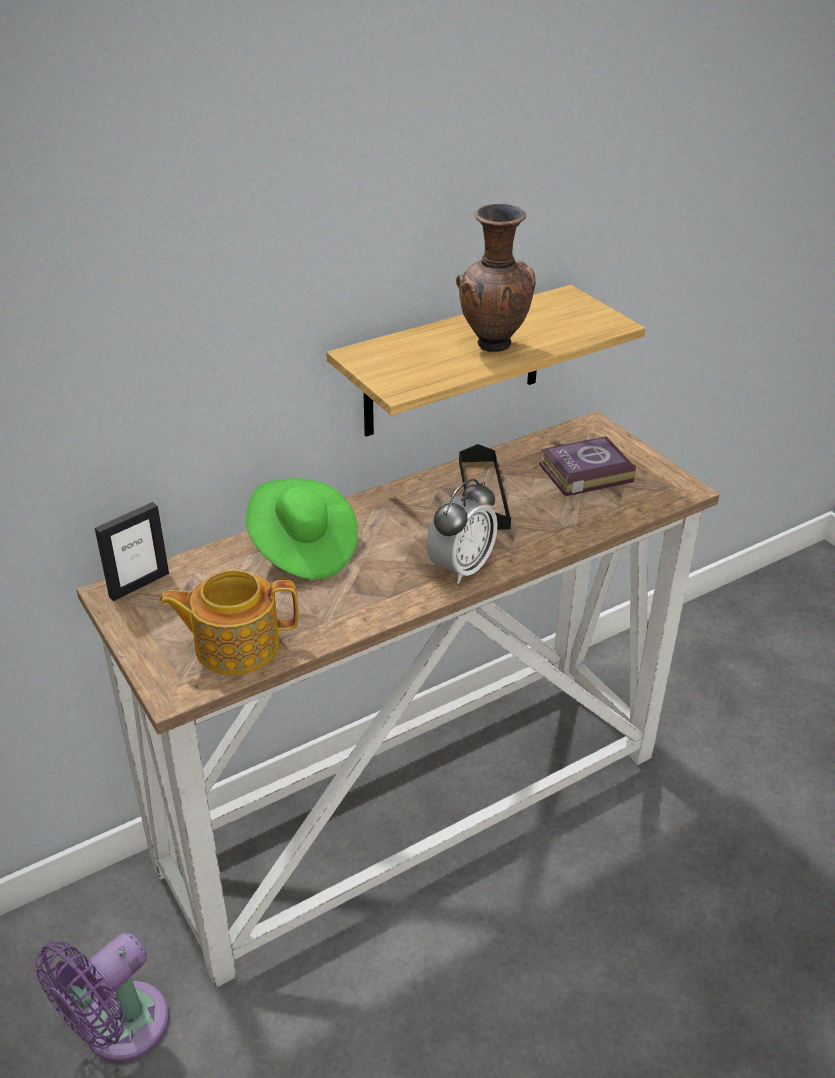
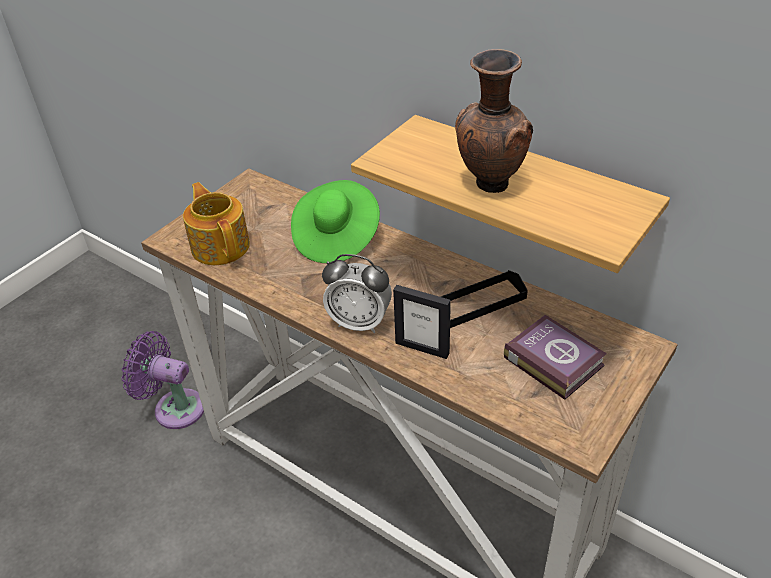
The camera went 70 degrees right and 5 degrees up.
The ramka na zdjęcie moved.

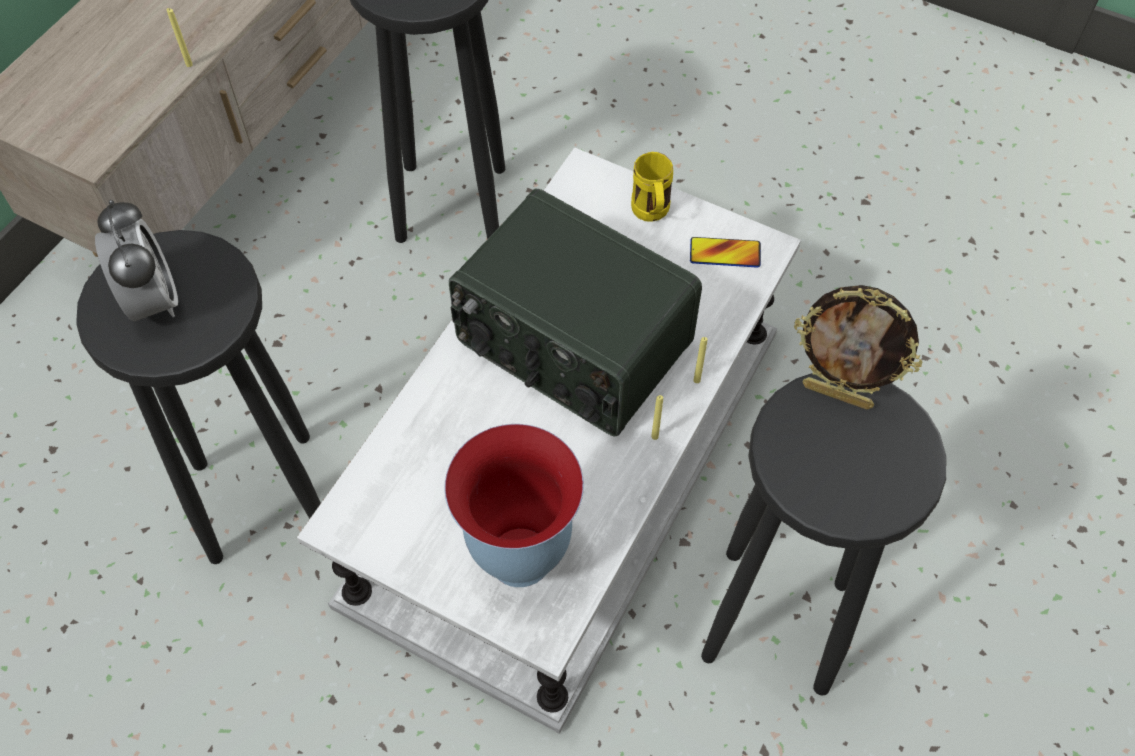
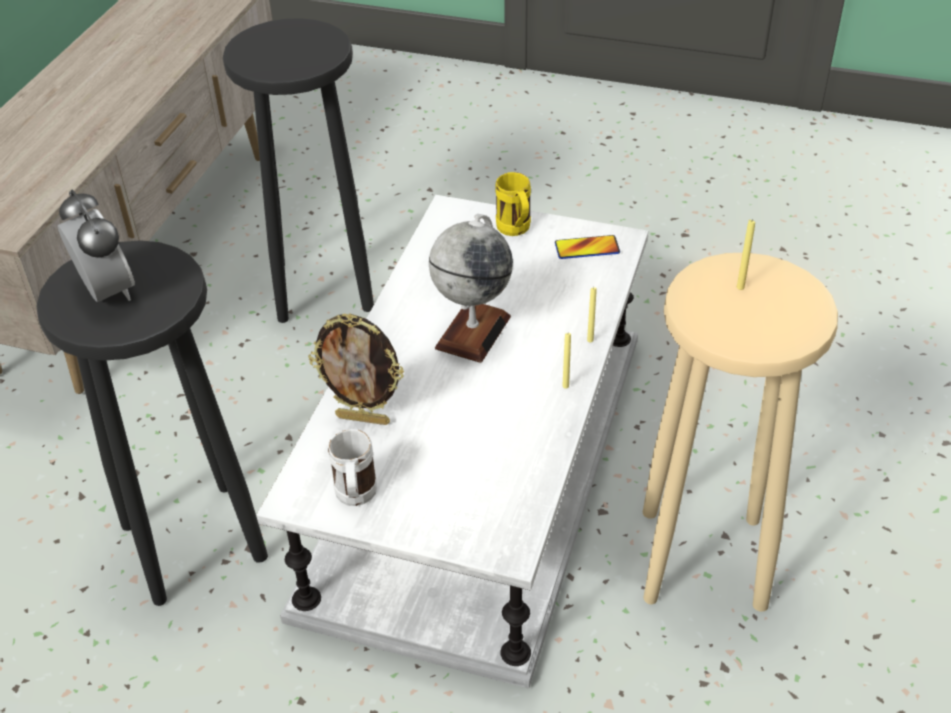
The camera went 10 degrees left and 15 degrees down.
The wazon disappeared.
The kubek (biały) appeared.
The świeca (żółty) (no. 1 from left in the first image) moved.
The ramka na zdjęcie moved.
The radio was replaced by the globus.
The stołek (czarny) (no. 3 from left) became the stołek (beżowy).

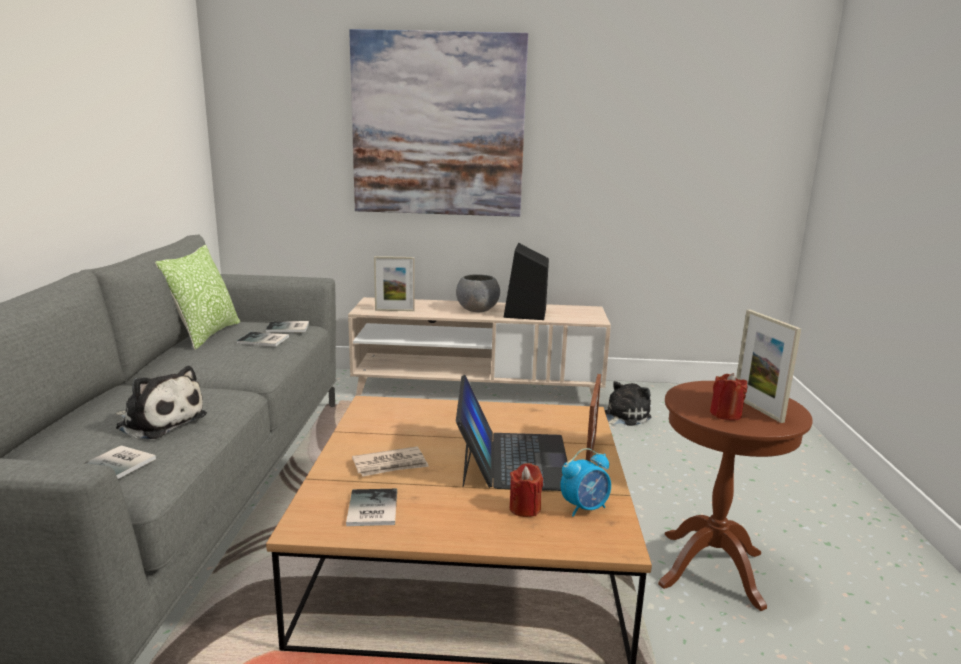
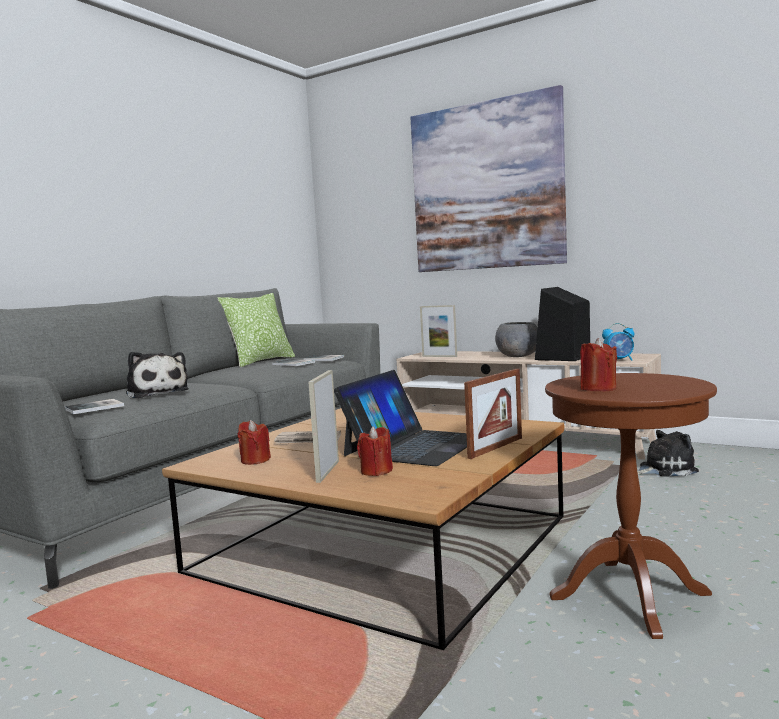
The camera went 30 degrees right and 10 degrees down.
The budzik moved.
The ramka na zdjęcie (no. 3 from left in the first image) moved.
The książka (no. 4 from left) was replaced by the świeca (czerwony) (no. 1 from left).

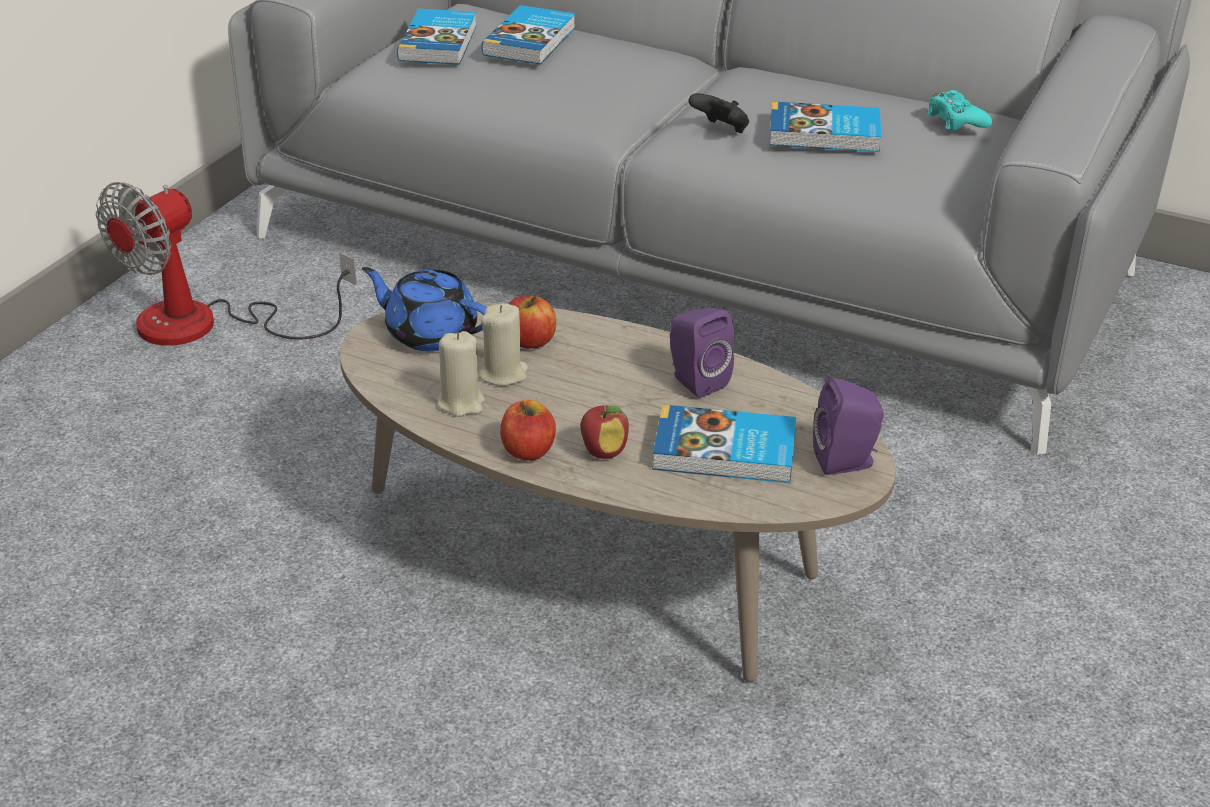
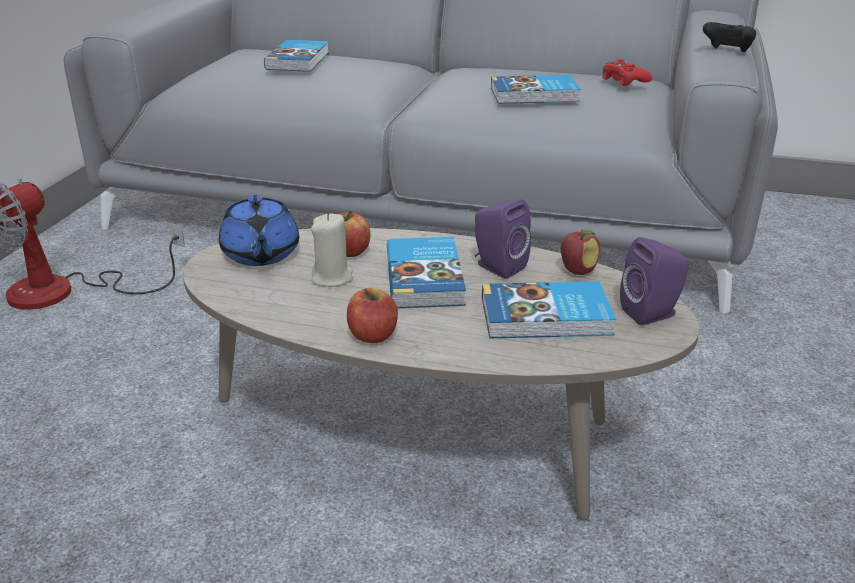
The camera went 10 degrees left and 5 degrees down.
The świeca (beżowy) (no. 1 from left) disappeared.
The książka (no. 1 from left in the first image) moved.
The jabłko (no. 3 from left) moved.
The pad do gier (czarny) moved.
The pad do gier (turkusowy) became the pad do gier (czerwony).
The imbryk (niebieski) turned 120 degrees counterclockwise.

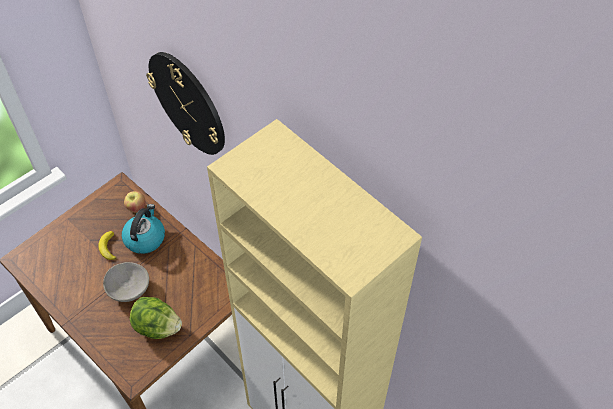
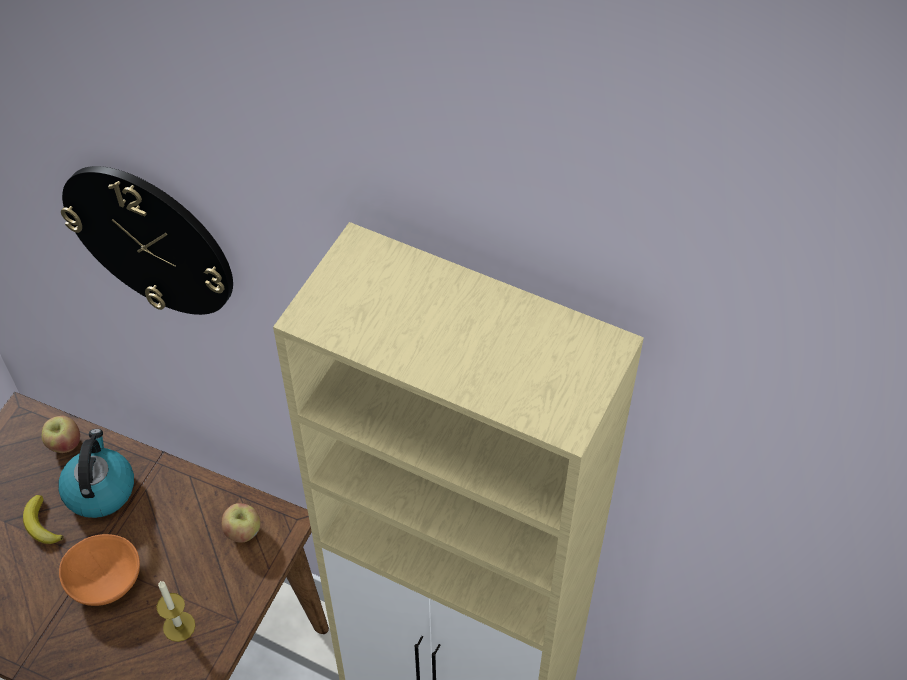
The camera went 20 degrees left and 0 degrees up.
The jabłko (no. 2 from left) appeared.
The sałata was replaced by the świeca.
The miska (szary) became the miska (pomarańczowy).

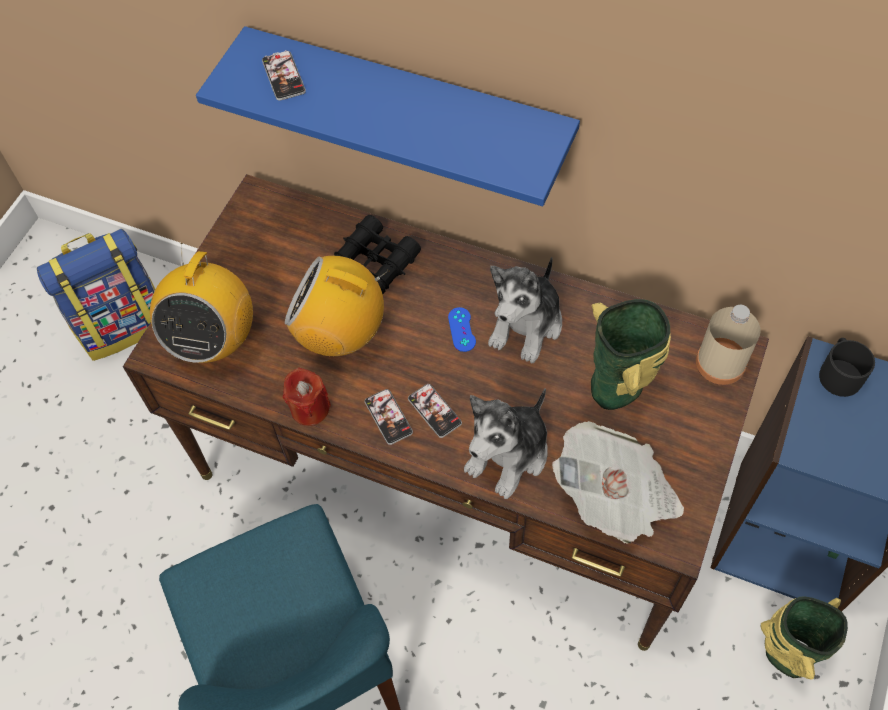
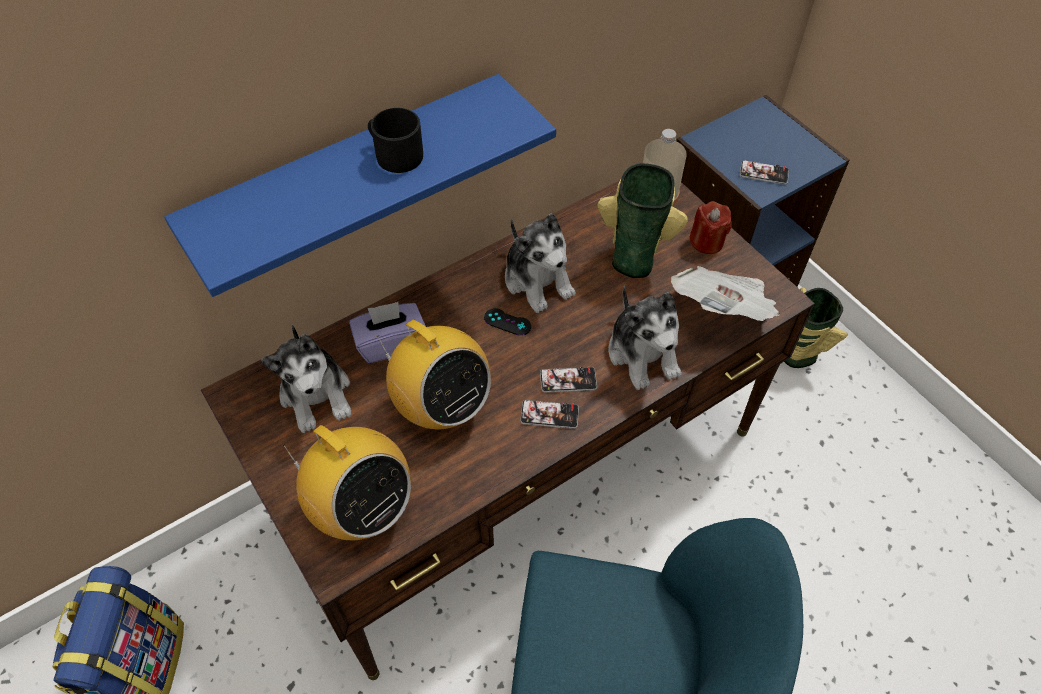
The camera went 60 degrees left and 5 degrees down.
The pluszak (no. 1 from left) appeared.
The telefon (no. 1 from left in the first image) moved.
The świeca (czerwony) moved.
The kubek (czarny) moved.
The lornetka (czarny) was replaced by the pudełko chusteczek (fioletowy).
The pad do gier (niebieski) became the pad do gier (czarny).
The radio (no. 2 from left) turned 90 degrees counterclockwise.

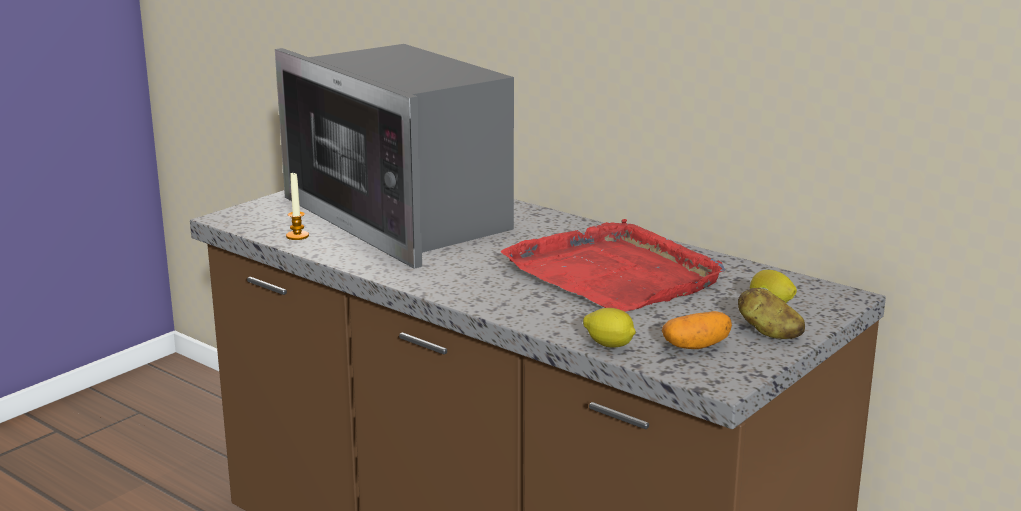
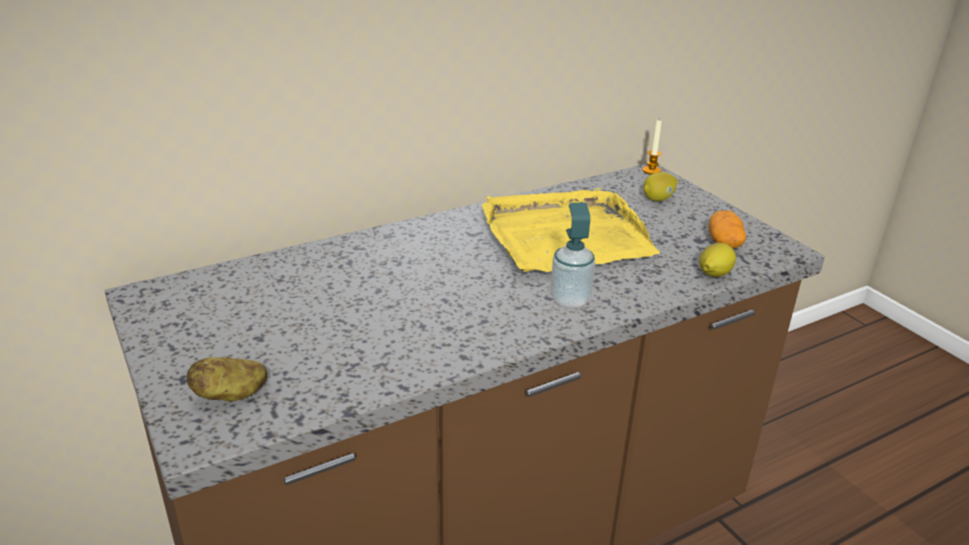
The camera went 70 degrees left and 10 degrees up.
The mikrofalówka disappeared.
The dozownik mydła appeared.
The świeca moved.
The ziemniak (no. 2 from left in the first image) moved.
The taca (czerwony) became the taca (żółty).

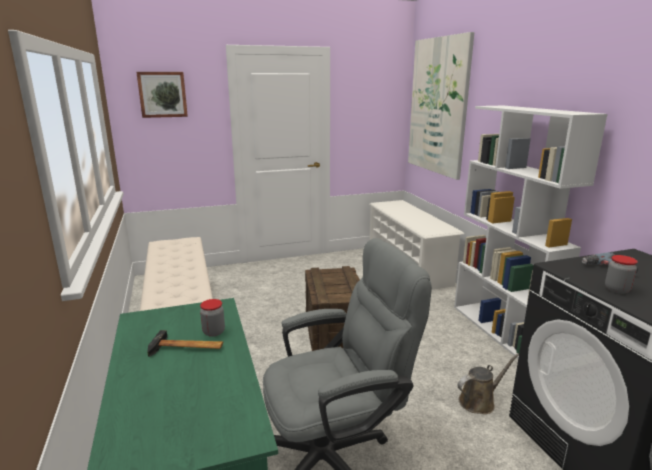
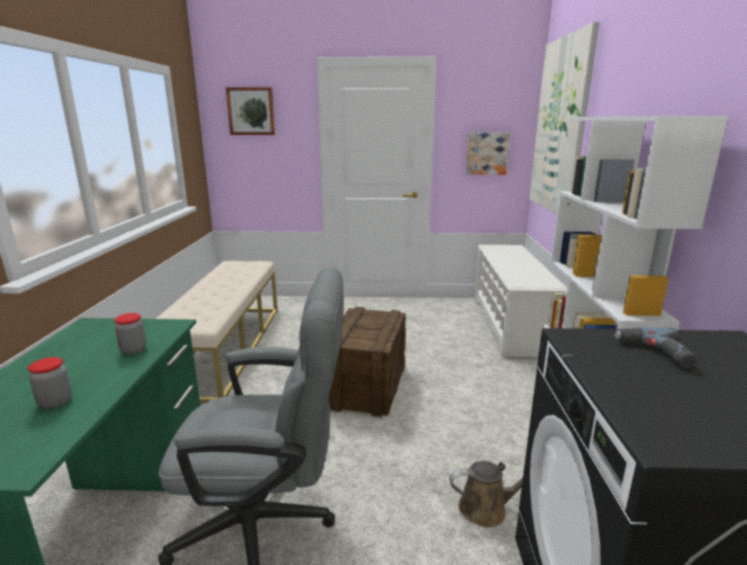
The camera went 20 degrees right and 0 degrees up.
The młotek disappeared.
The obraz (no. 2 from left) appeared.
The słoik (no. 2 from left in the first image) moved.

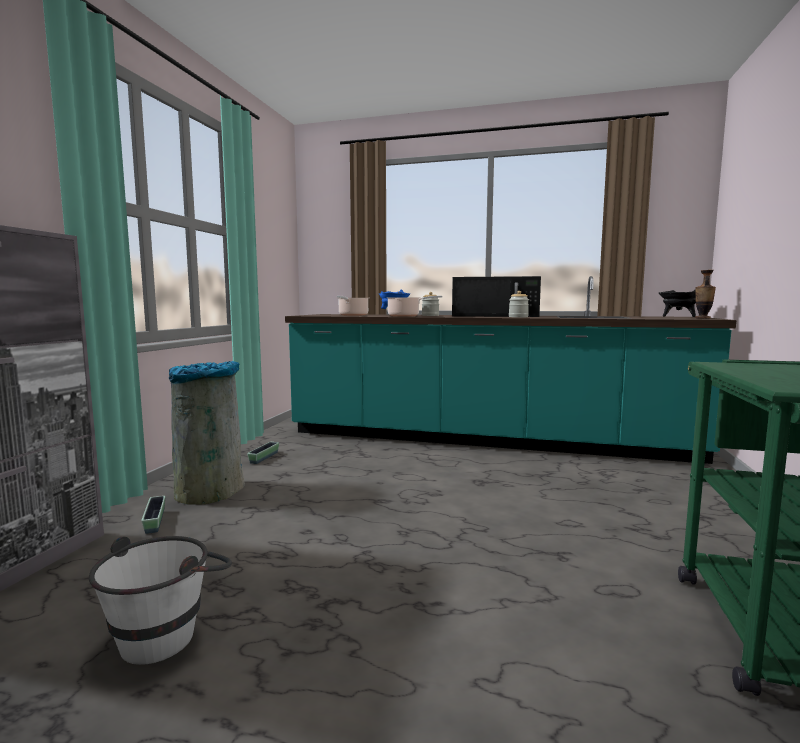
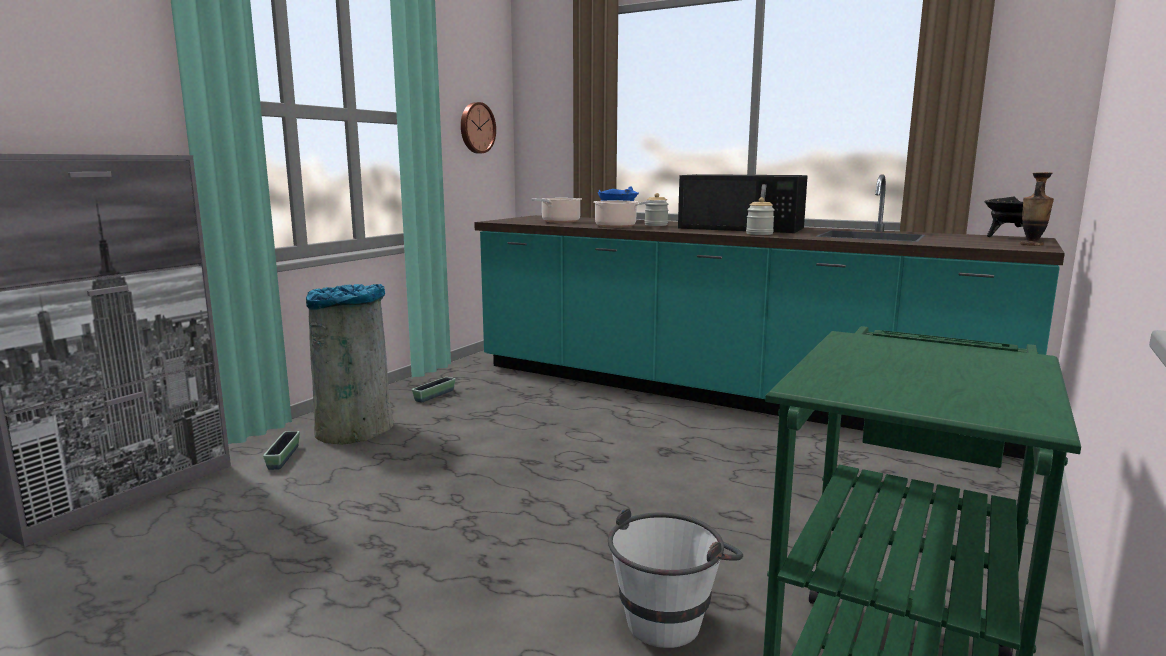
The camera went 15 degrees right and 5 degrees up.
The zegar ścienny appeared.
The wiadro (biały) moved.

